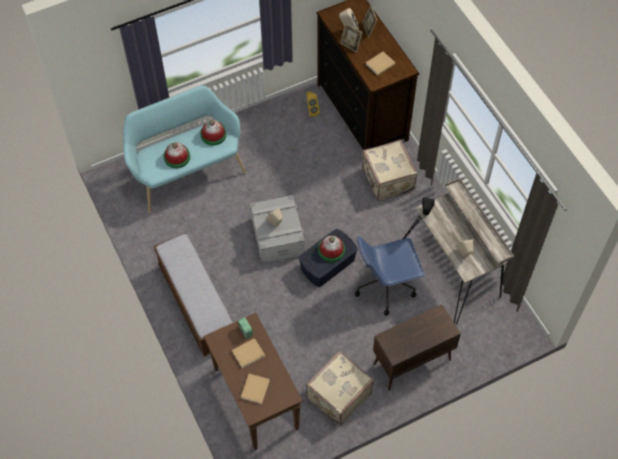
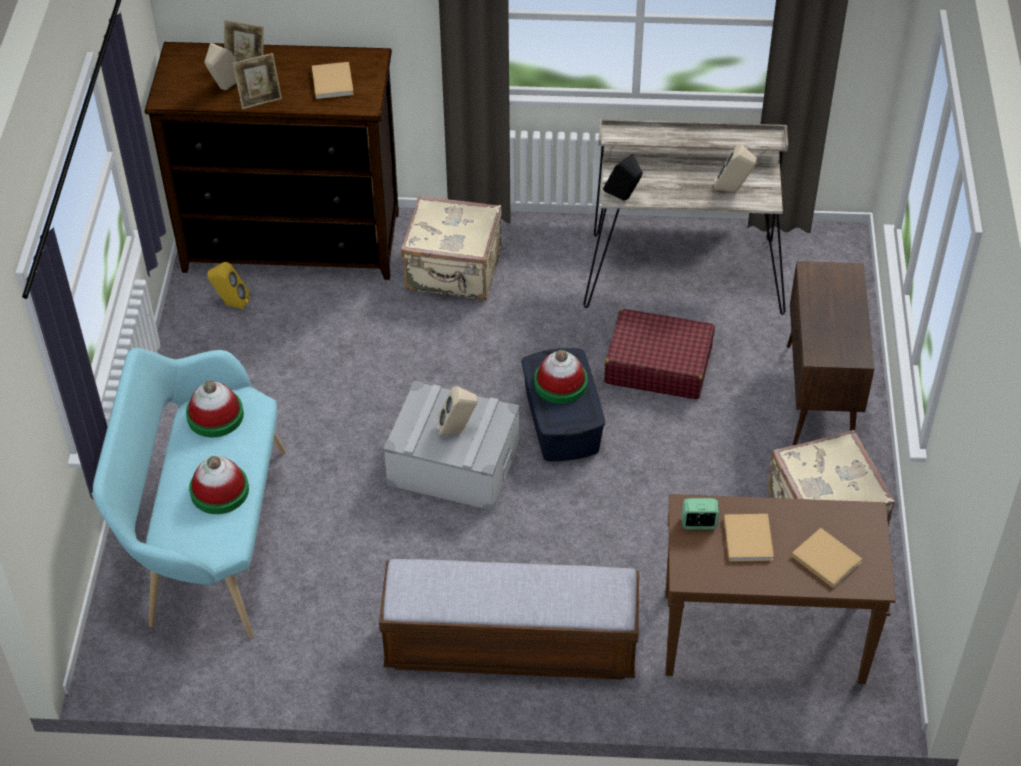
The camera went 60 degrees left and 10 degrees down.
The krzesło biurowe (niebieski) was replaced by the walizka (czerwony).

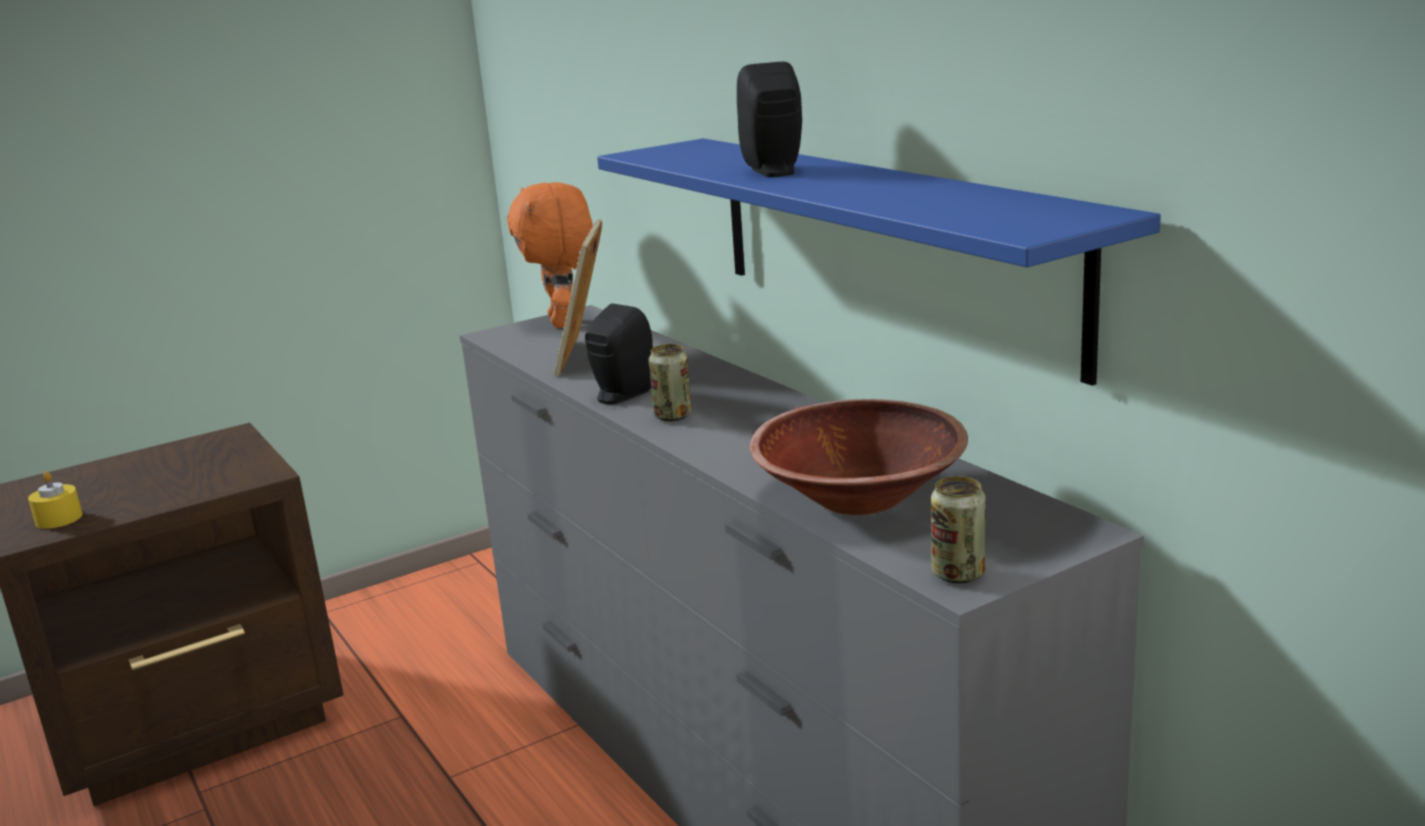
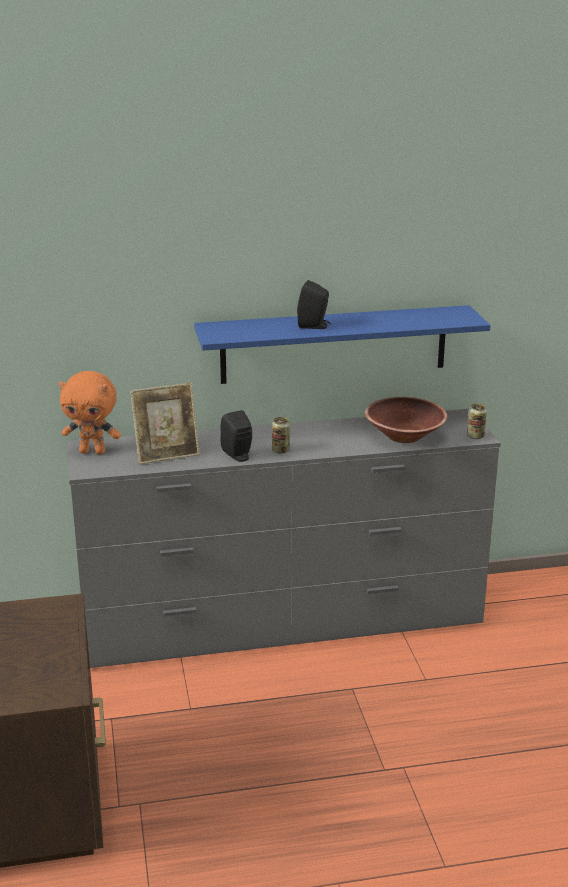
The camera went 70 degrees left and 5 degrees up.
The świeca (żółty) disappeared.
The ramka na zdjęcie turned 45 degrees counterclockwise.

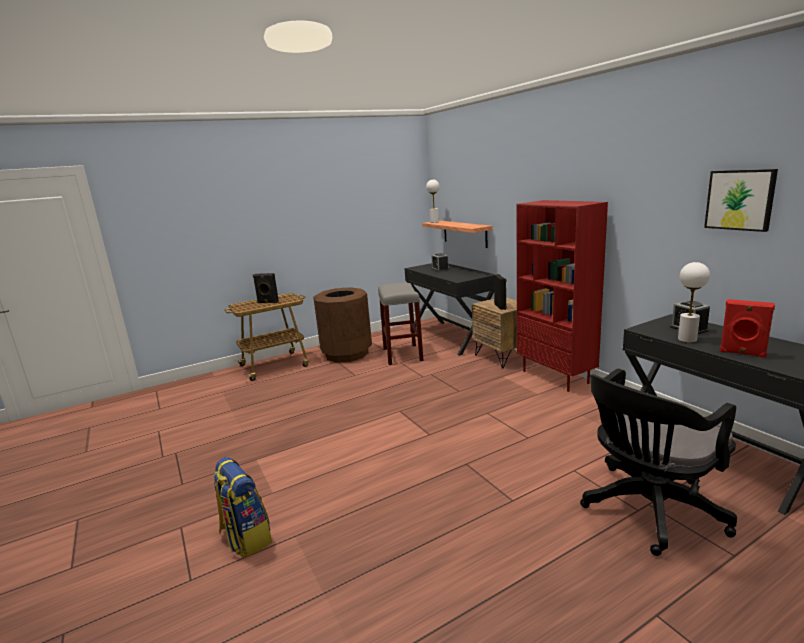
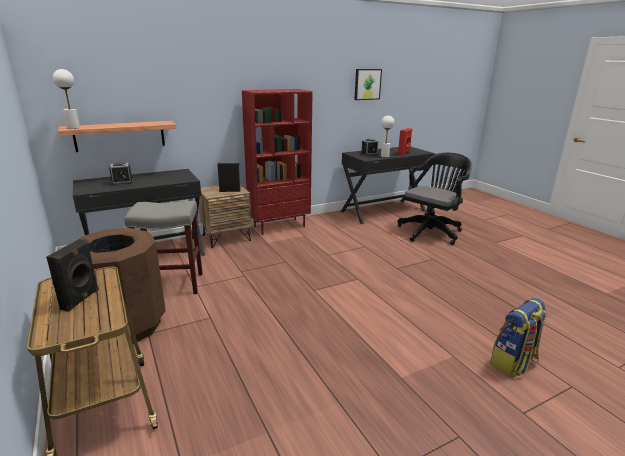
The camera went 90 degrees left and 5 degrees up.
The krzesło biurowe (czarny) turned 105 degrees counterclockwise.

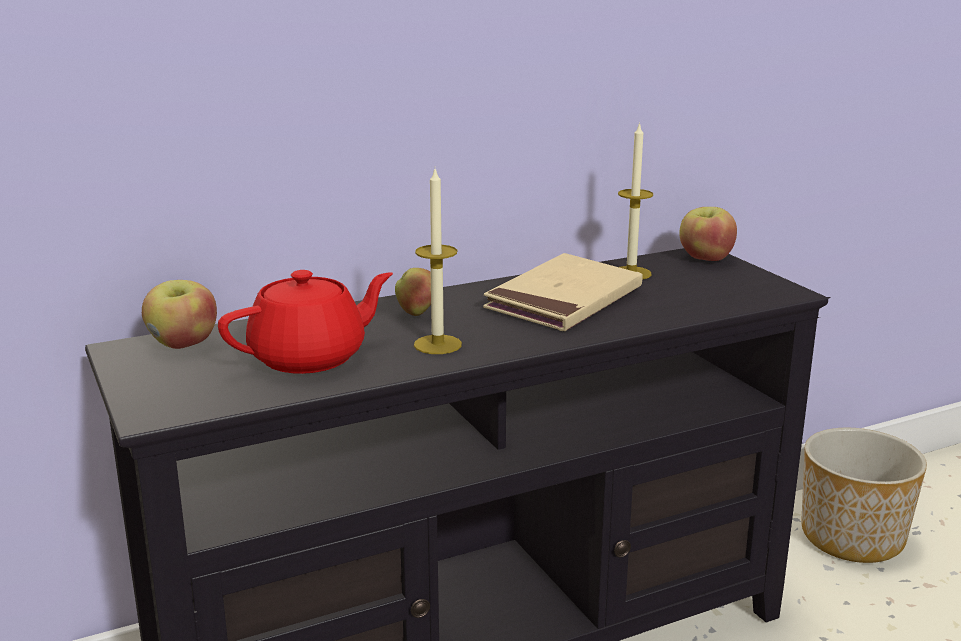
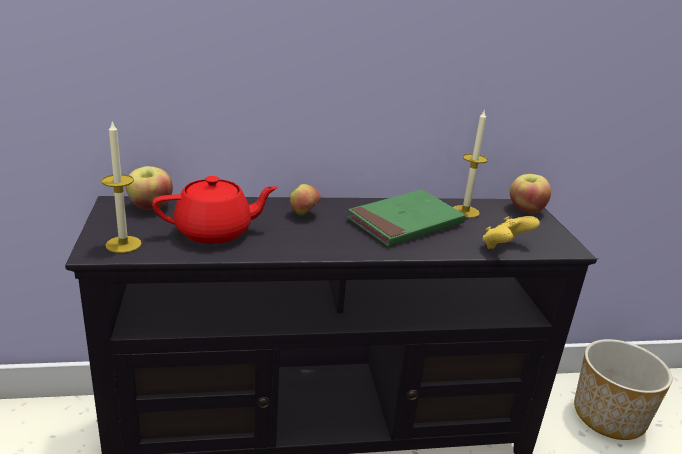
The camera went 15 degrees right and 5 degrees up.
The pad do gier (żółty) appeared.
The świeca (no. 1 from left) moved.
The książka (beżowy) became the książka (zielony).

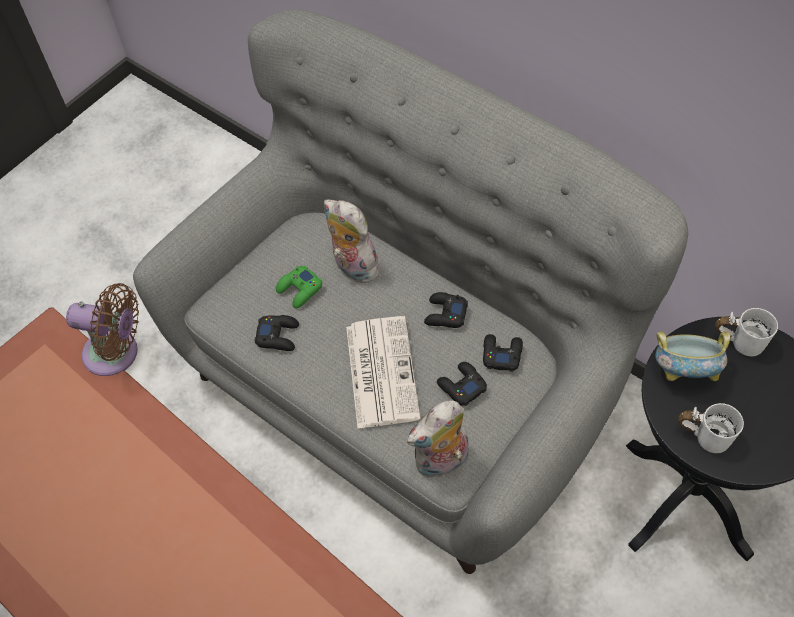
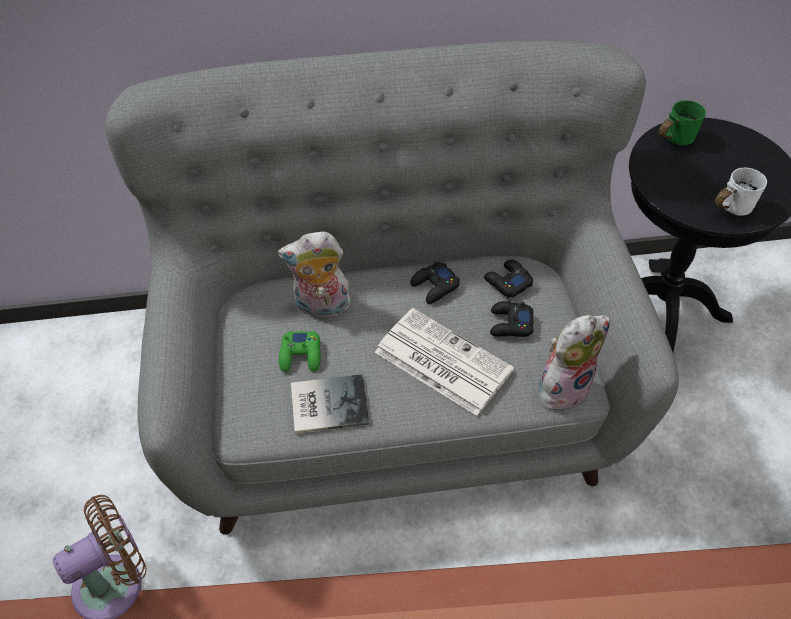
The camera went 50 degrees left and 5 degrees down.
The miska disappeared.
The pad do gier (czarny) (no. 1 from left) was replaced by the książka.
The kubek (biały) (no. 2 from left) became the kubek (zielony).
The pluszak (no. 2 from left) turned 135 degrees counterclockwise.

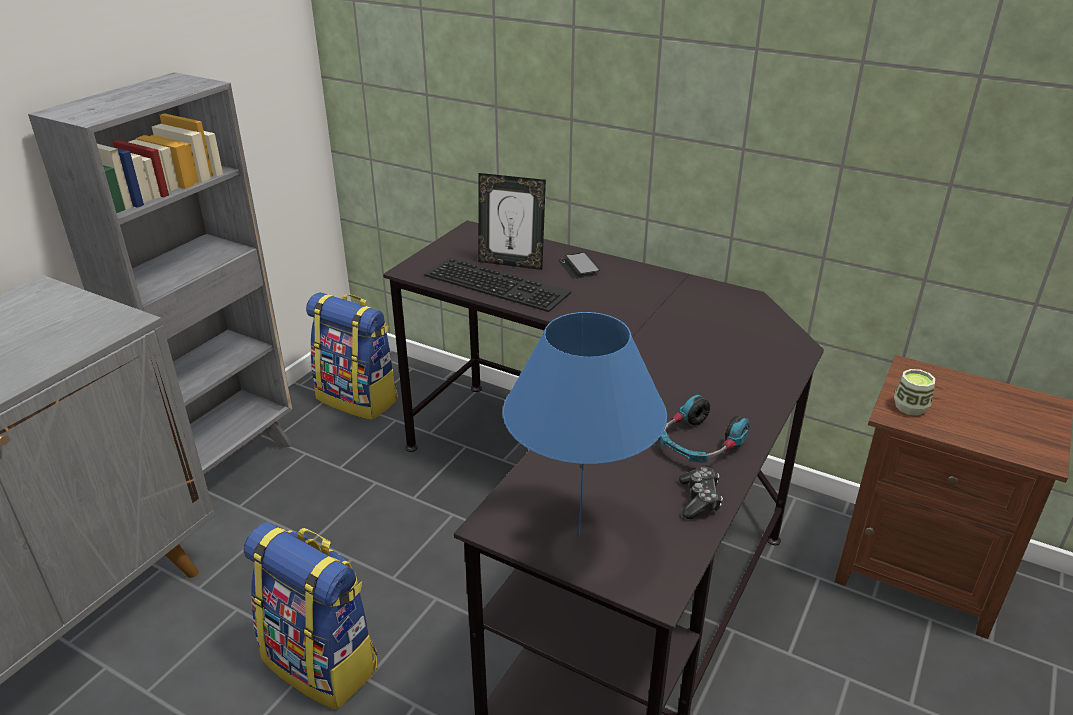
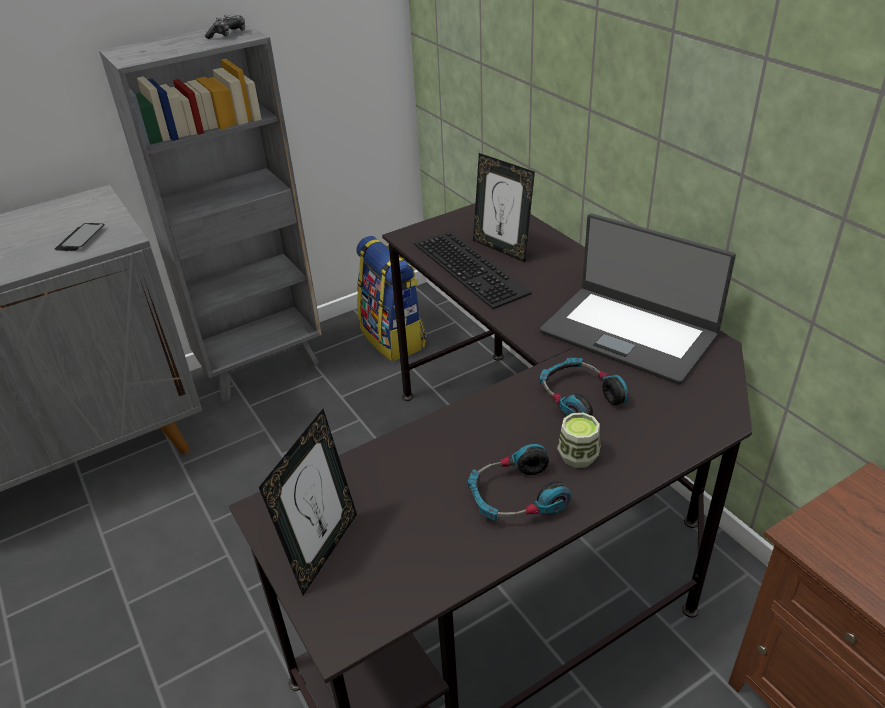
The camera went 30 degrees right and 5 degrees up.
The plecak (no. 1 from left) disappeared.
The słuchawki (no. 2 from left) appeared.
The laptop appeared.
The telefon moved.
The pad do gier moved.
The filiżanka moved.
The lampa stołowa (niebieski) was replaced by the ramka na zdjęcie (no. 1 from left).

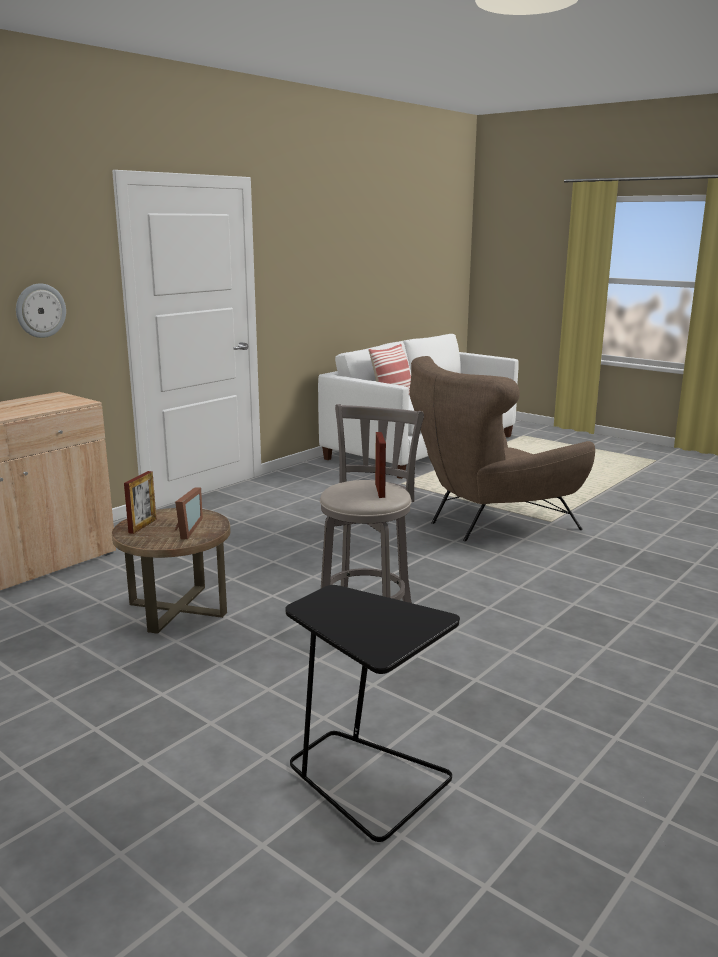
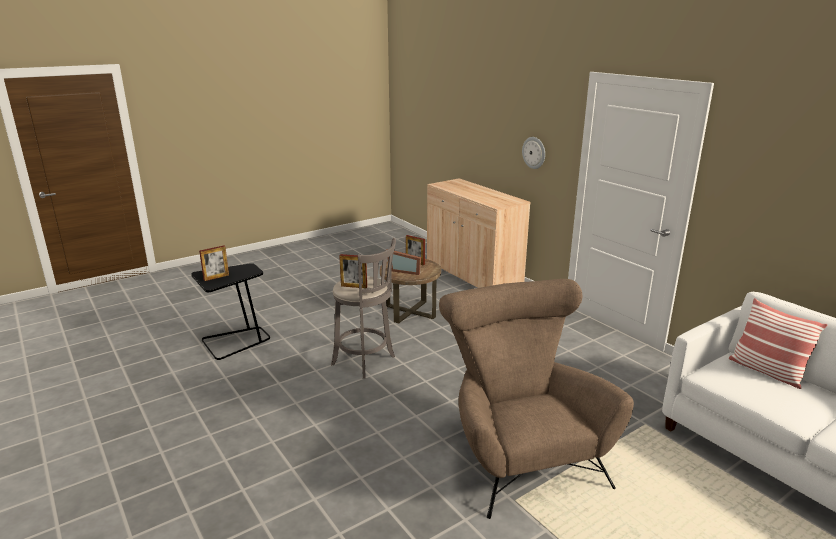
The camera went 105 degrees right and 5 degrees up.
The ramka na zdjęcie (no. 1 from left) appeared.

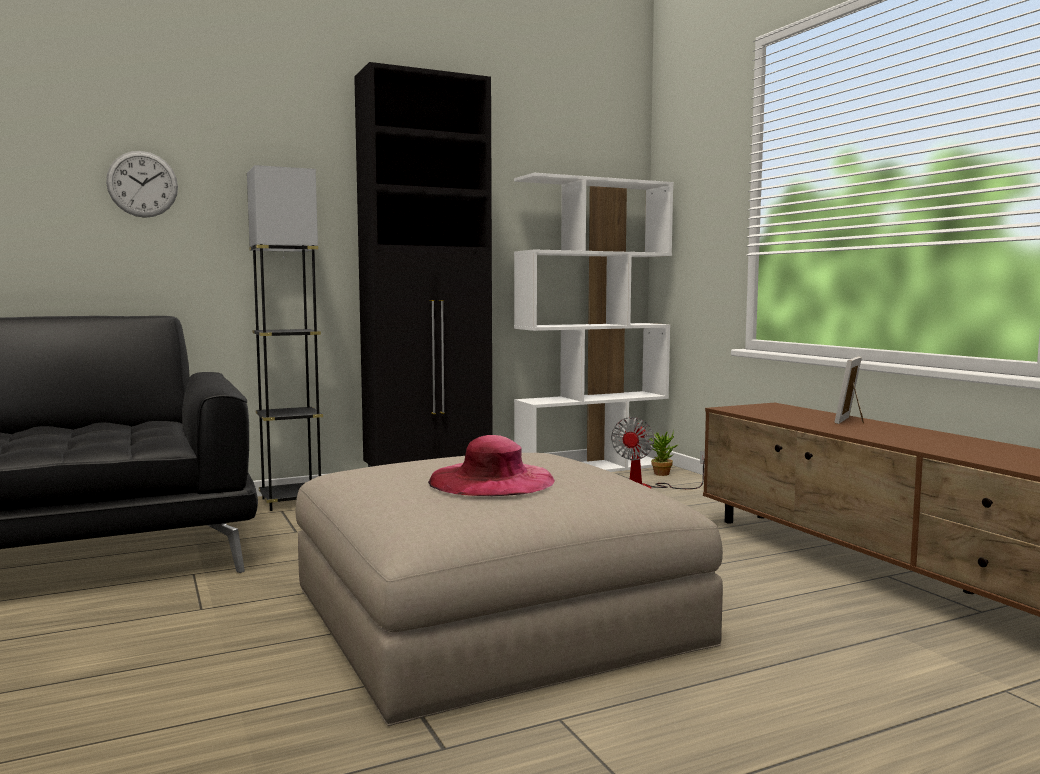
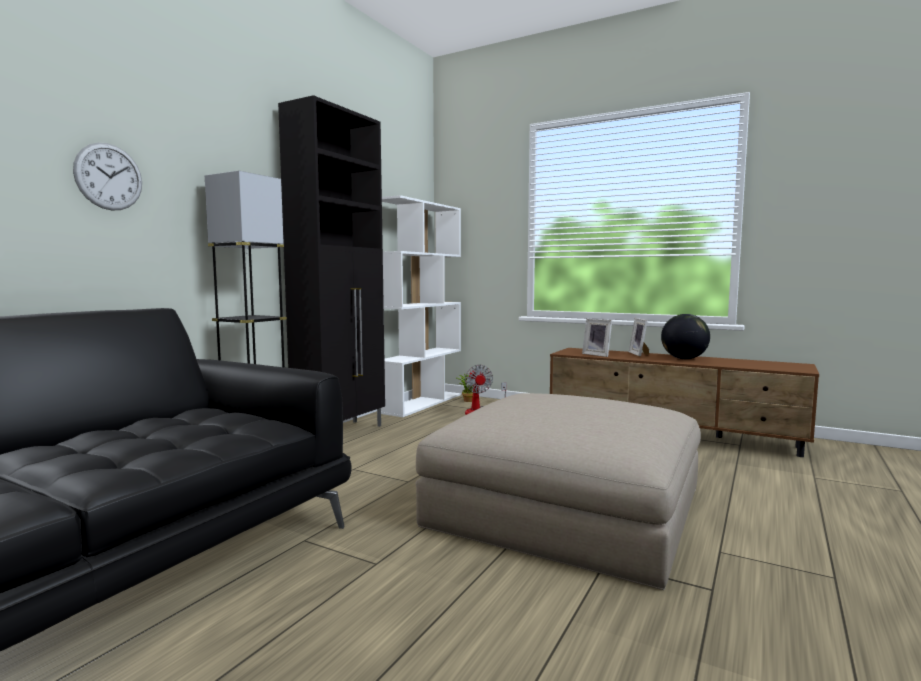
The camera went 35 degrees left and 0 degrees up.
The kapelusz (różowy) disappeared.
The ramka na zdjęcie (no. 1 from left) appeared.
The globus appeared.

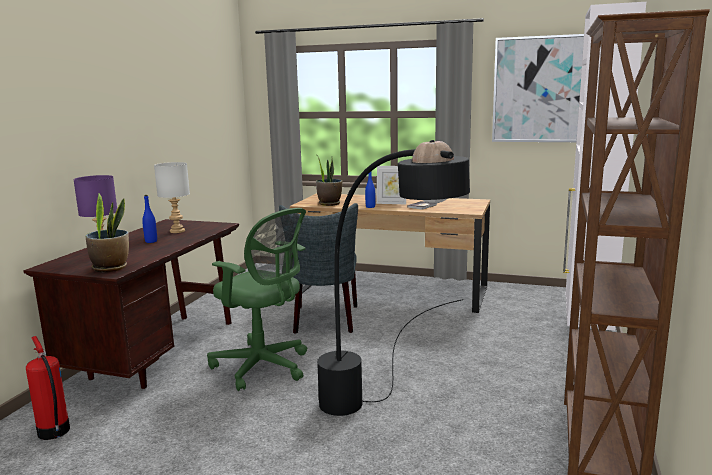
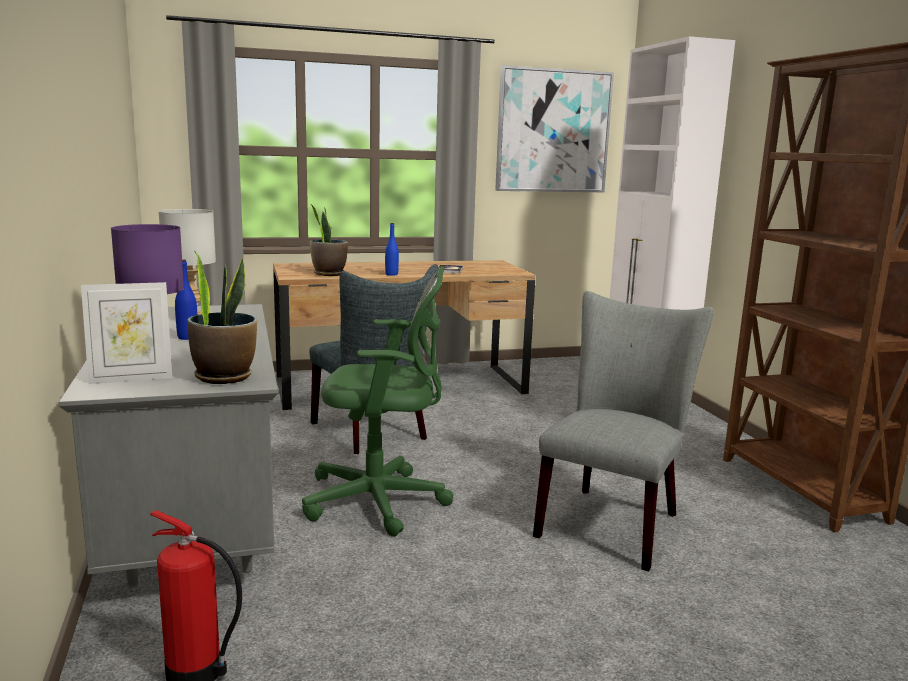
The camera went 35 degrees left and 0 degrees up.
The ramka na zdjęcie moved.
The lampa stojąca (czarny) was replaced by the krzesło (szary) (no. 2 from left).
The biurko (brązowy) (no. 1 from left) became the biurko (szary).

